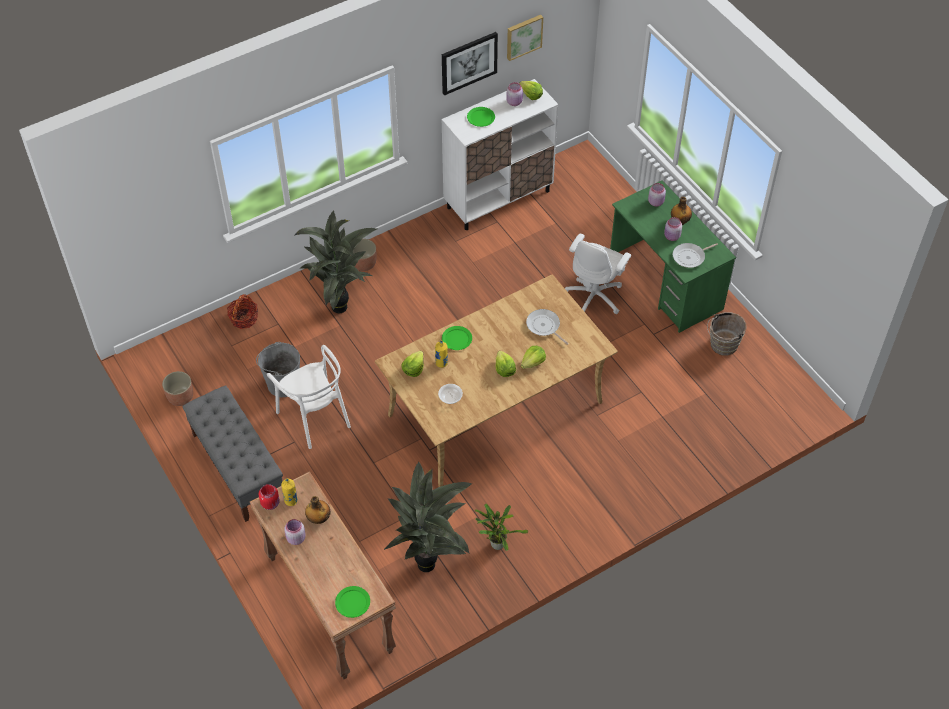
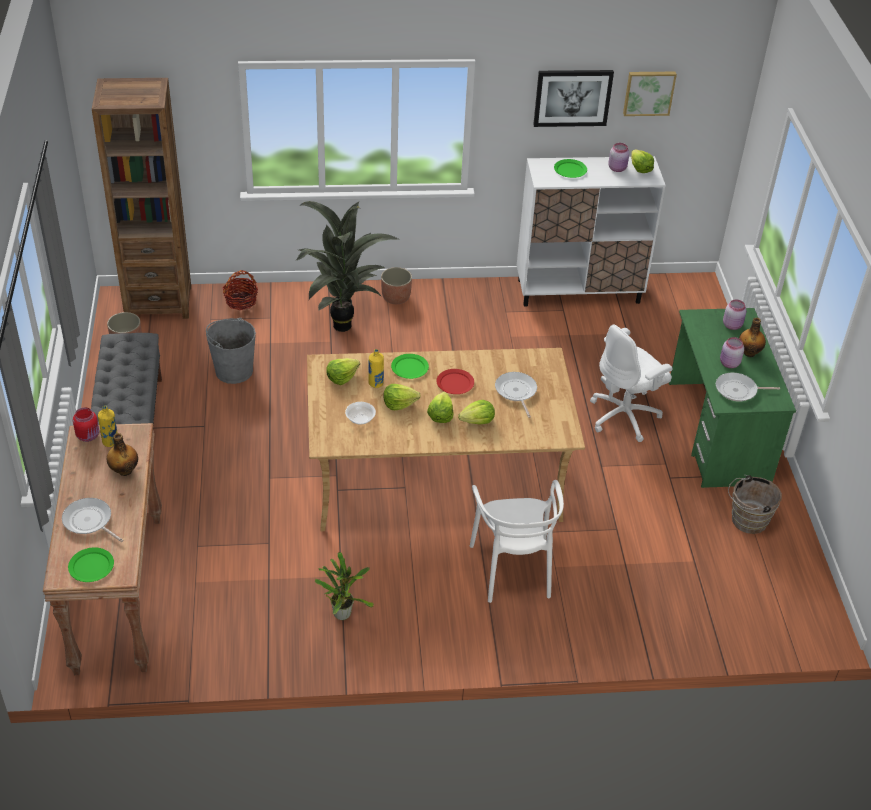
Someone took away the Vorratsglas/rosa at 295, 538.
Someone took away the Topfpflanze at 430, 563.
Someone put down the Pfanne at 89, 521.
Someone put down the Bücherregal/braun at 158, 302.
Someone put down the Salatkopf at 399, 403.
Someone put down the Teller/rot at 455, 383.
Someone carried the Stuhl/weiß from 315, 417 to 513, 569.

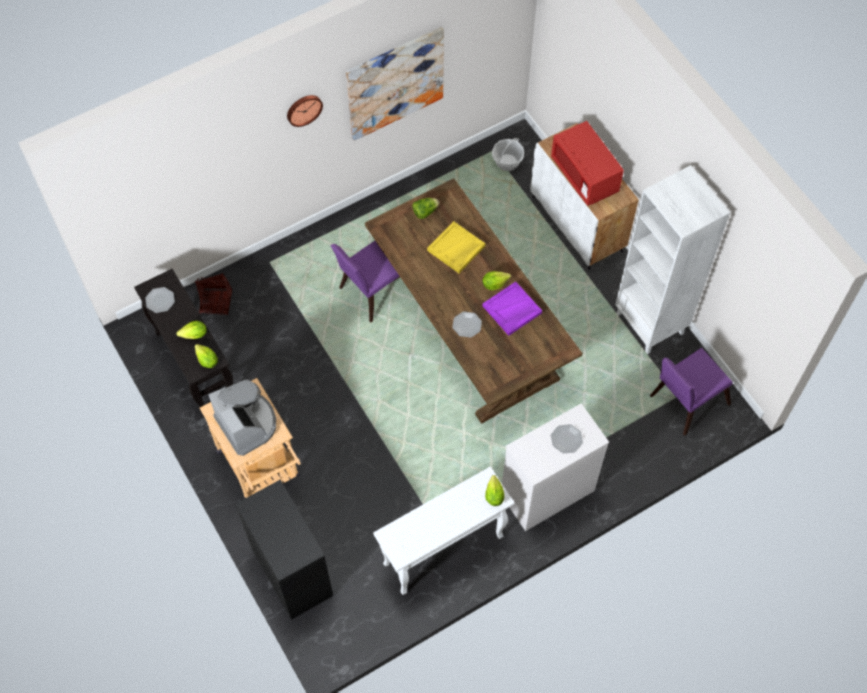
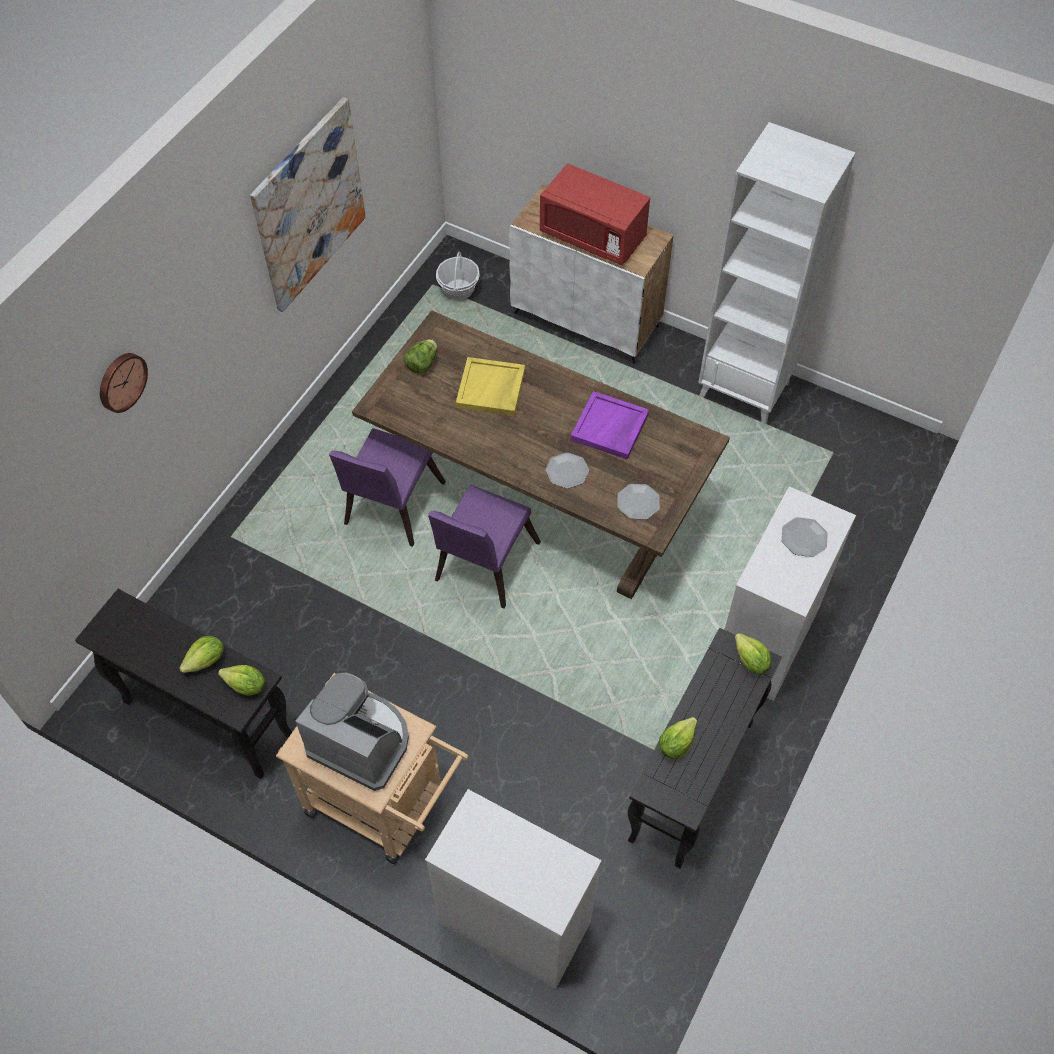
Someone took away the Korb at 215, 301.
Someone carried the Teller from 160, 300 to 638, 502.
Someone carried the Wanduhr from 303, 109 to 121, 381.
Someone carried the Salatkopf from 494, 284 to 676, 744.
Someone carried the Stuhl/lila from 685, 402 to 483, 566.
Someone repainted the Kommode/schwarz at 291, 571, which became the Kommode/weiß at 513, 922.
Someone repainted the Konsolentisch/weiß at 442, 551, which became the Konsolentisch/schwarz at 691, 782.

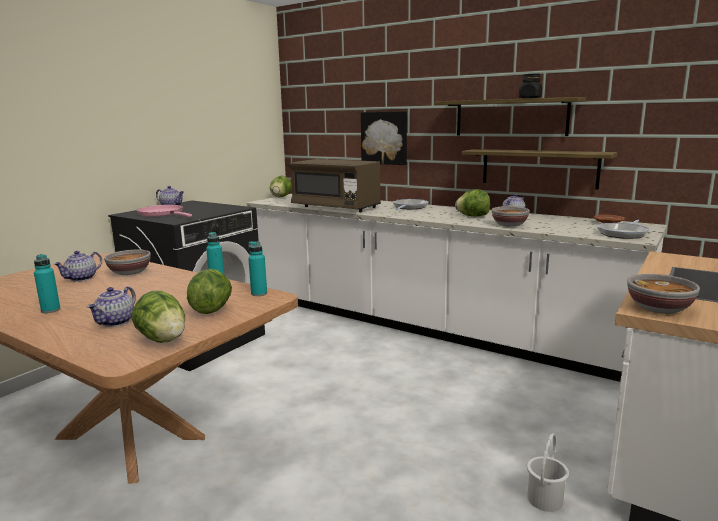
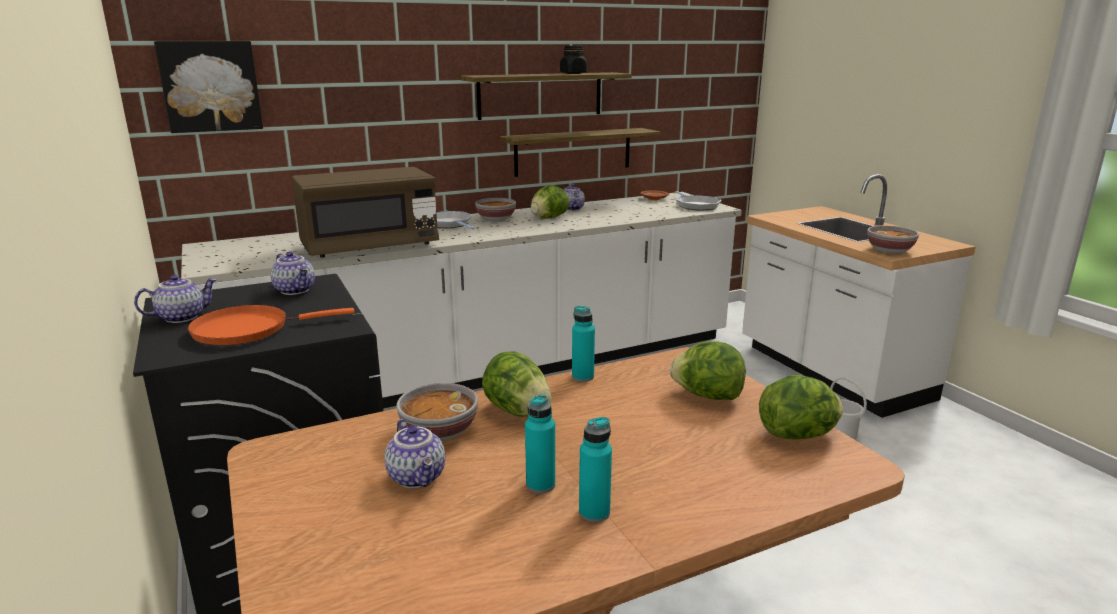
Someone carried the Teekanne from 116, 322 to 296, 290.
Someone carried the Flasche/türkis from 259, 293 to 540, 485.
Someone carried the Salatkopf from 281, 197 to 517, 411.
Someone carried the Bild from 384, 138 to 210, 86.
Someone carried the Schüssel from 509, 225 to 495, 219.
Someone repainted the Pfanne/rosa at 163, 214, which became the Pfanne/orange at 248, 329.

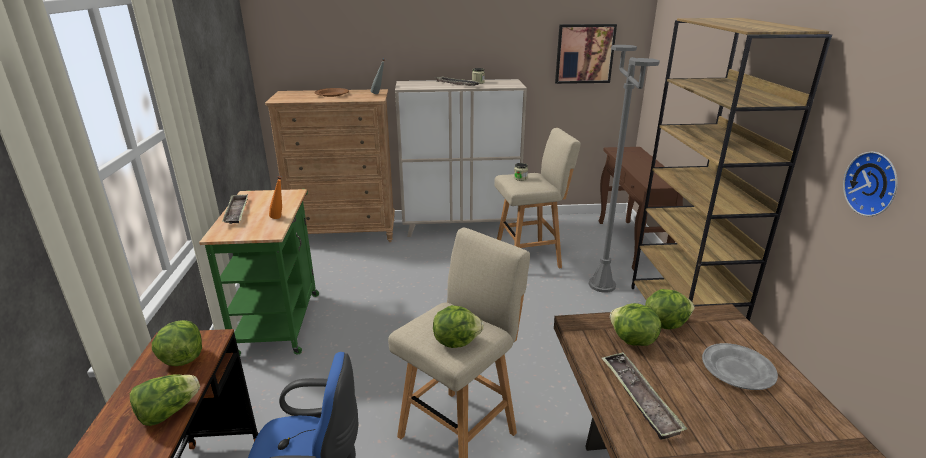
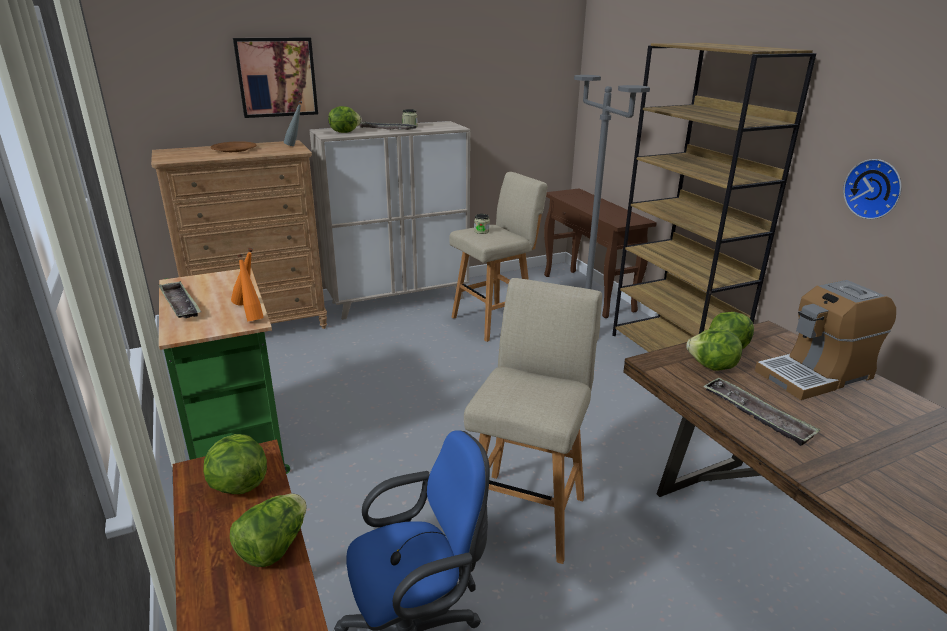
Someone put down the Flasche/orange at 253, 318.
Someone carried the Salatkopf from 456, 341 to 344, 132.
Someone carried the Bild from 584, 54 to 277, 77.
Someone swapped the Teller/grau at 738, 370 for the Kaffeemaschine at 815, 374.

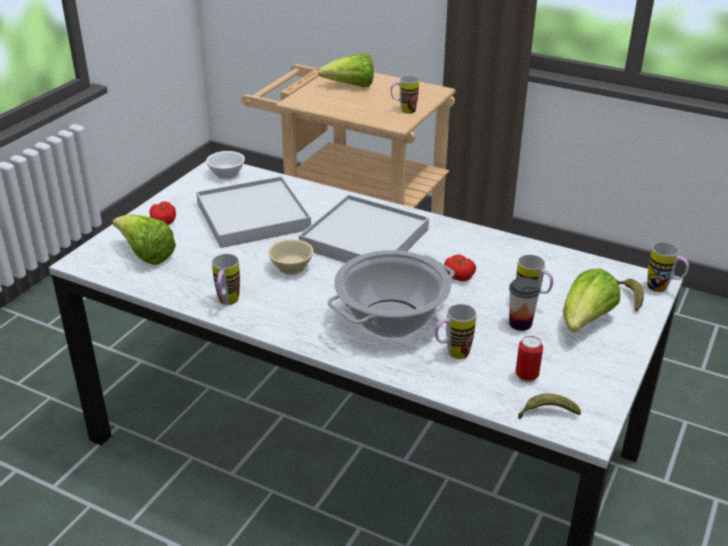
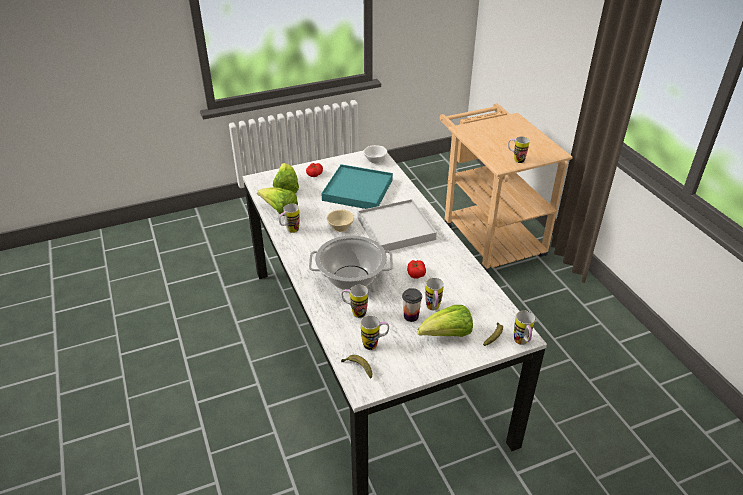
Someone carried the Salatkopf from 351, 86 to 279, 211.
Someone swapped the Dose at 526, 376 for the Henkelbecher at 374, 344.
Someone repainted the Tablett/weiß at 252, 216, which became the Tablett/türkis at 357, 190.

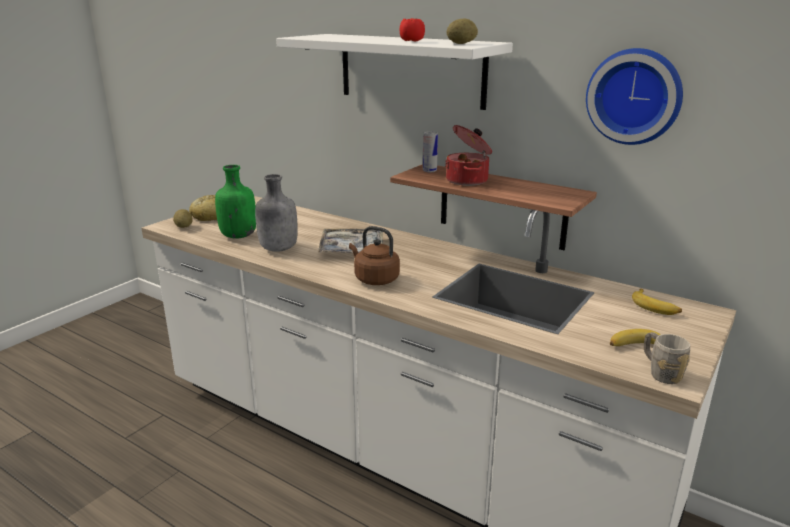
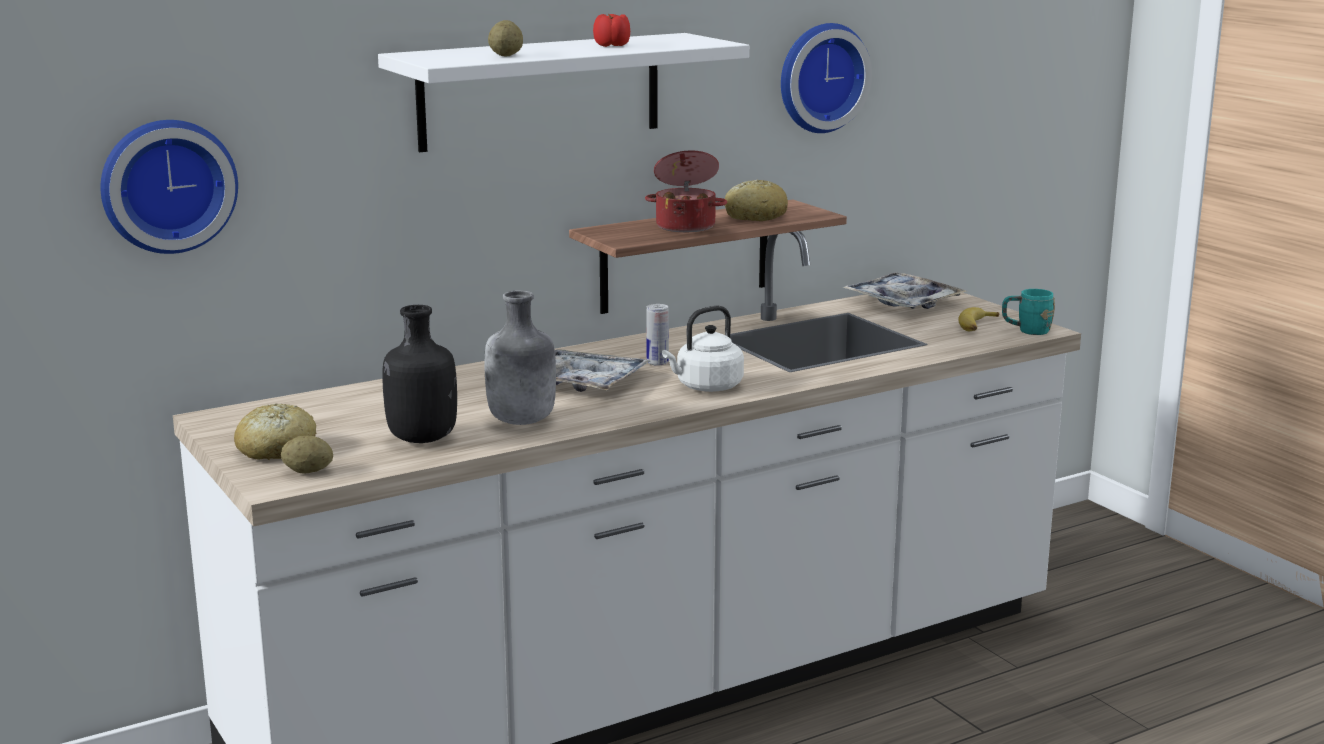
Someone put up the Wanduhr at 167, 185.
Someone put down the Brot at 755, 216.
Someone carried the Dose from 429, 171 to 657, 363.
Someone carried the Kartoffel from 461, 43 to 506, 55.
Someone swapped the Banane at 655, 307 for the Tablett at 903, 302.
Someone repainted the Flasche/grün at 238, 236, which became the Flasche/schwarz at 421, 439.
Someone repainted the Wasserkessel/braun at 374, 279, which became the Wasserkessel/weiß at 706, 387.
Someone repainted the Henkelbecher/grau at 660, 372, which became the Henkelbecher/türkis at 1026, 331.

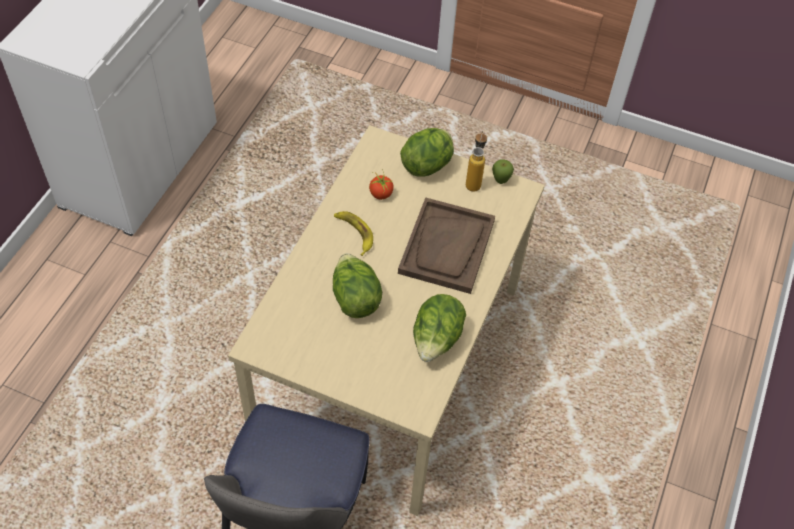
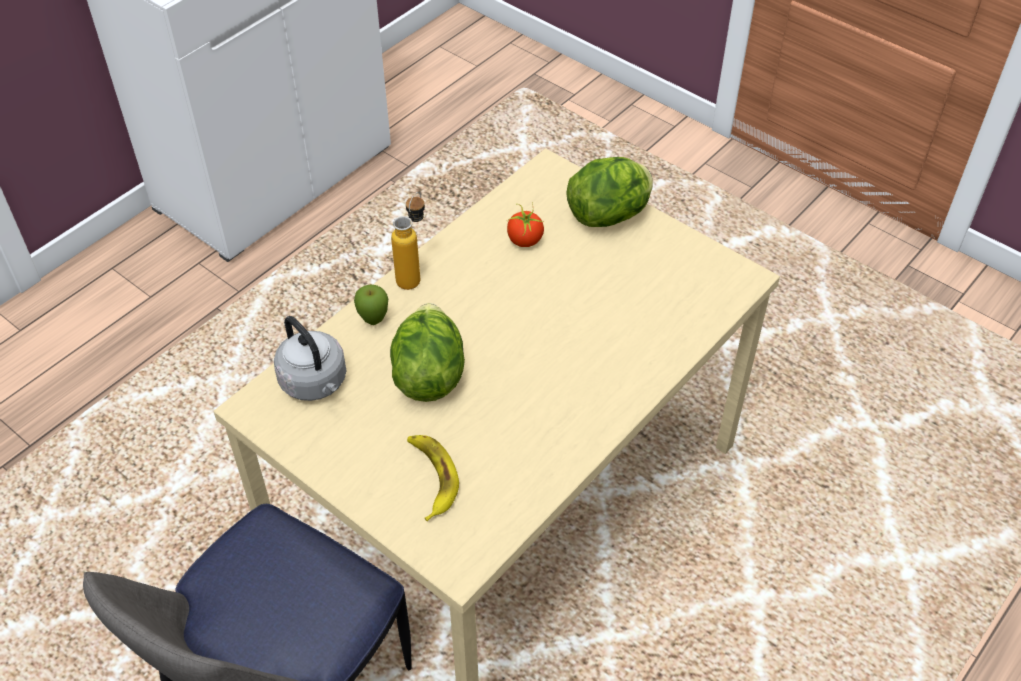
Someone took away the Tablett/braun at 447, 247.
Someone took away the Salatkopf at 436, 340.
Someone put down the Wasserkessel/grau at 315, 383.
Someone carried the Banane from 354, 233 to 431, 477.
Someone carried the Flasche from 474, 181 to 413, 275.
Someone carried the Apfel from 500, 181 to 373, 320.

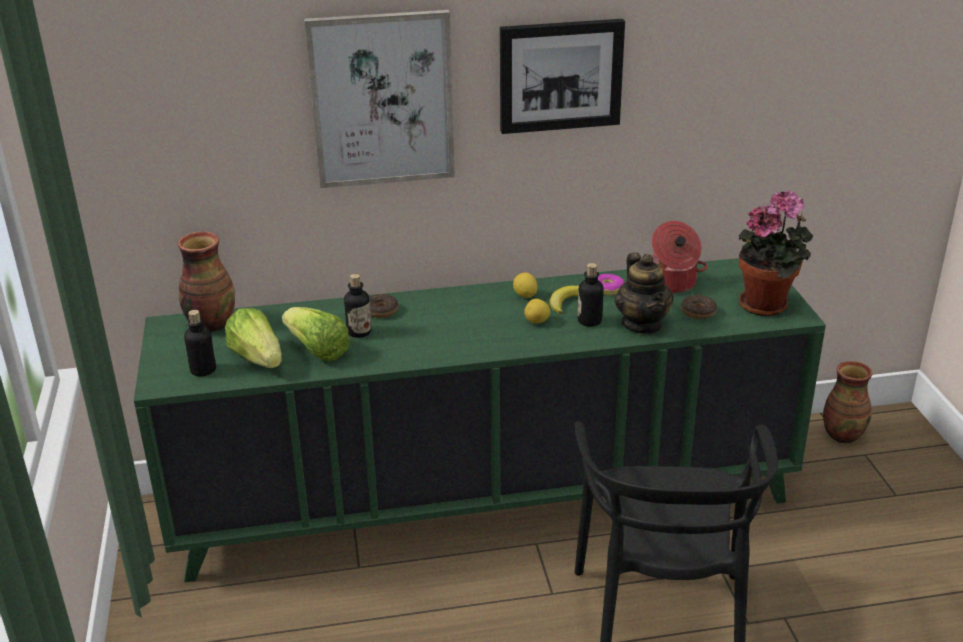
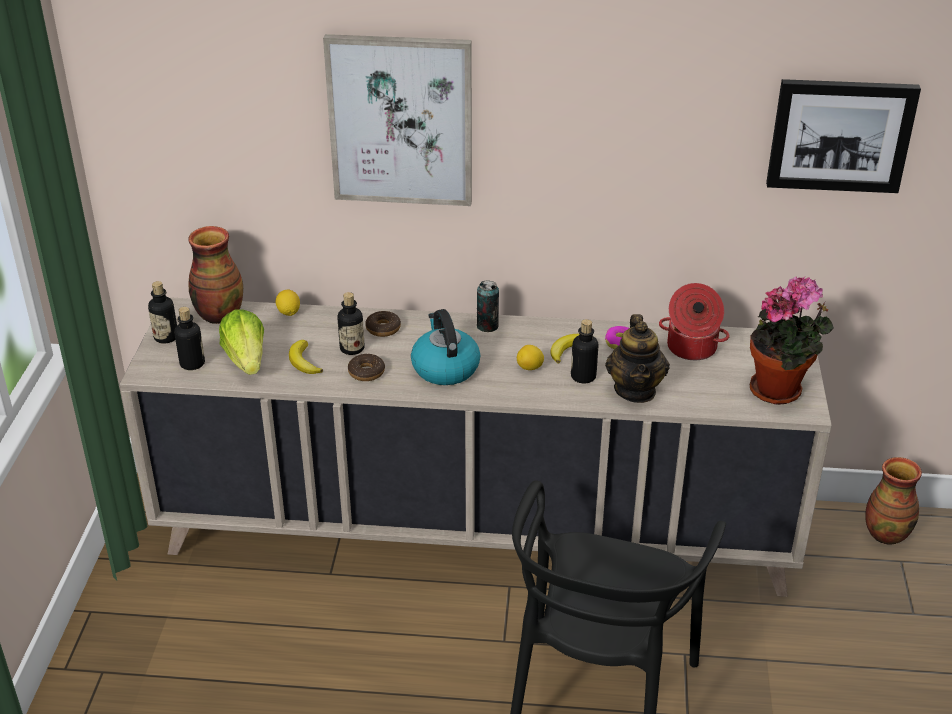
Someone put down the Flasche at 166, 337.
Someone put down the Wasserkessel at 444, 368.
Someone put down the Dose at 487, 326.
Someone carried the Bild from 560, 75 to 840, 135.
Someone carried the Zitrone from 525, 295 to 288, 312.
Someone carried the Donut from 698, 312 to 366, 372.
Someone swapped the Salatkopf at 317, 350 for the Banane at 303, 361.
Someone repainted the Schrank/grün at 484, 502, which became the Schrank/beige at 476, 532.

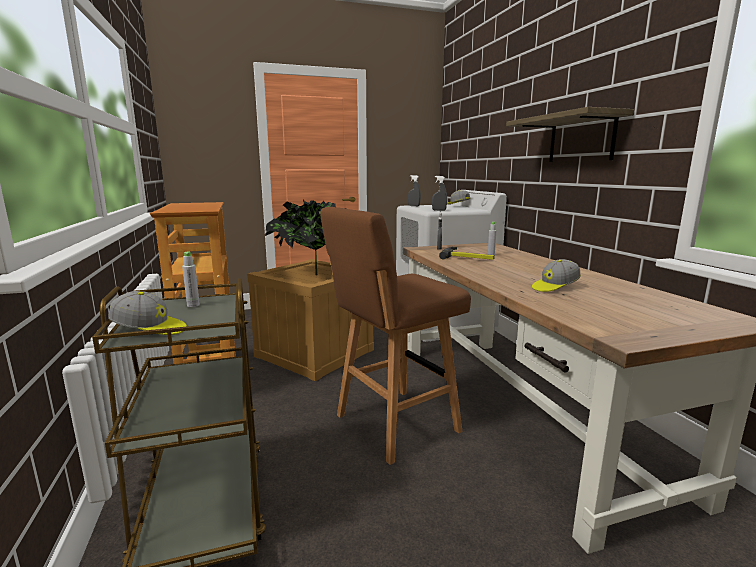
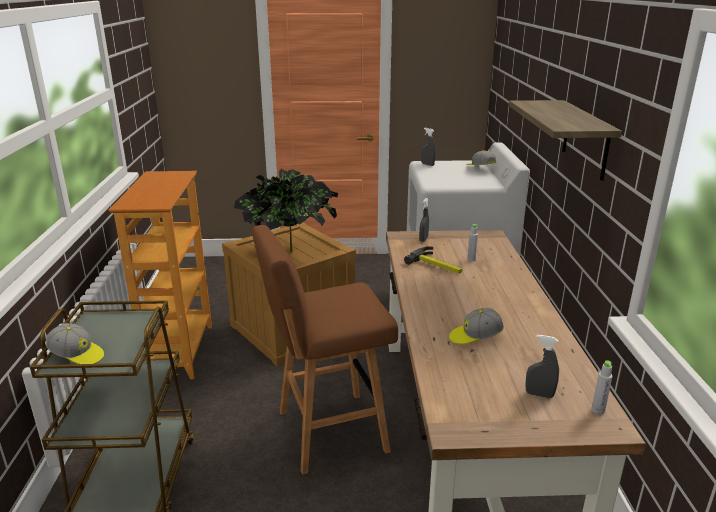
Someone carried the Flasche/grau from 193, 305 to 598, 410.
Someone carried the Sprühflasche/grau from 439, 210 to 539, 394.

